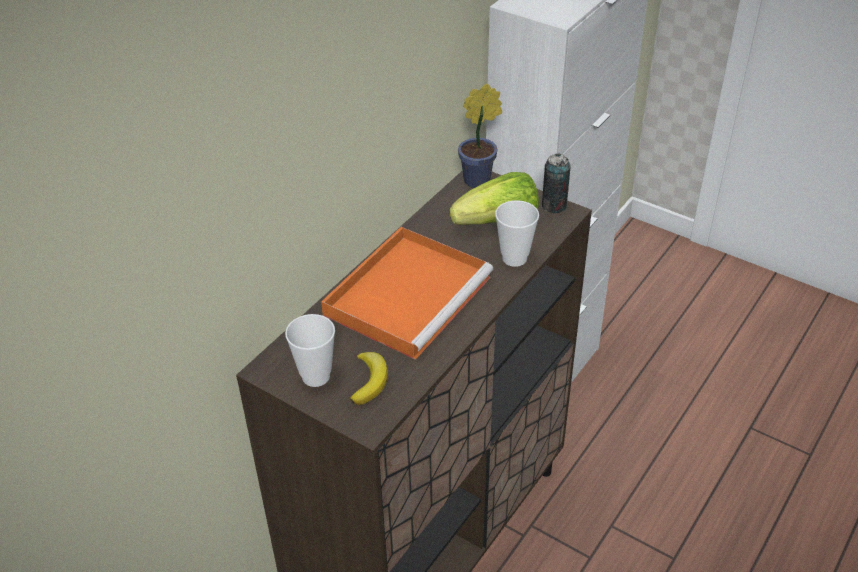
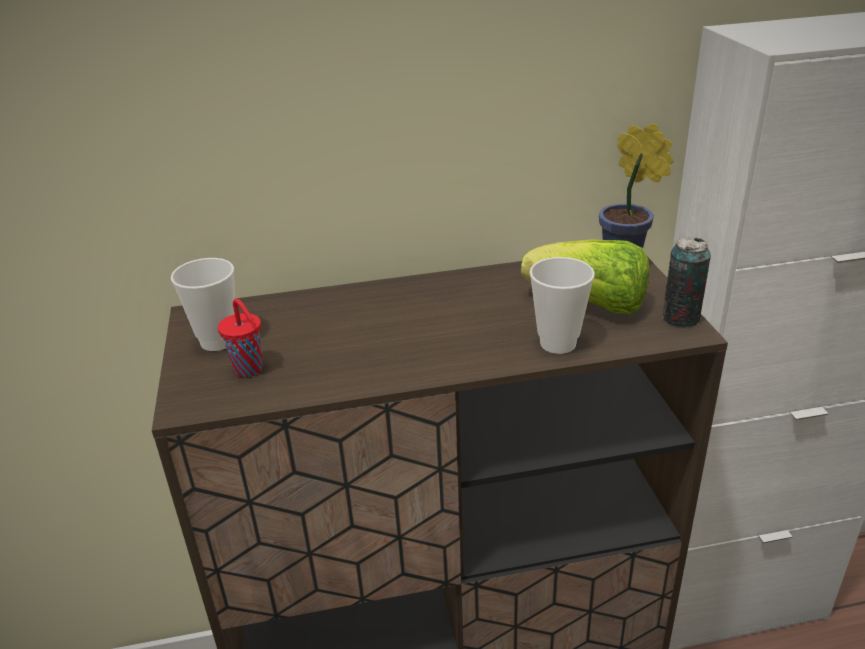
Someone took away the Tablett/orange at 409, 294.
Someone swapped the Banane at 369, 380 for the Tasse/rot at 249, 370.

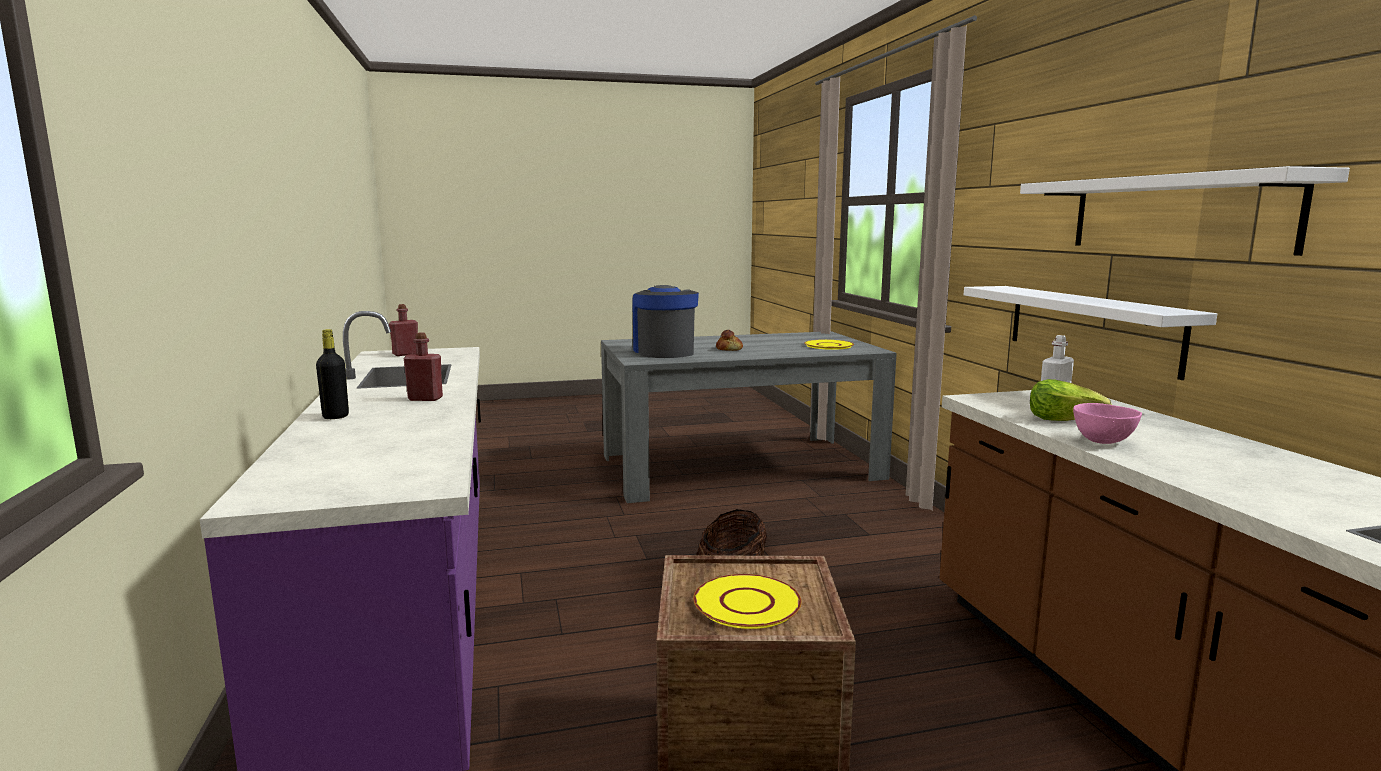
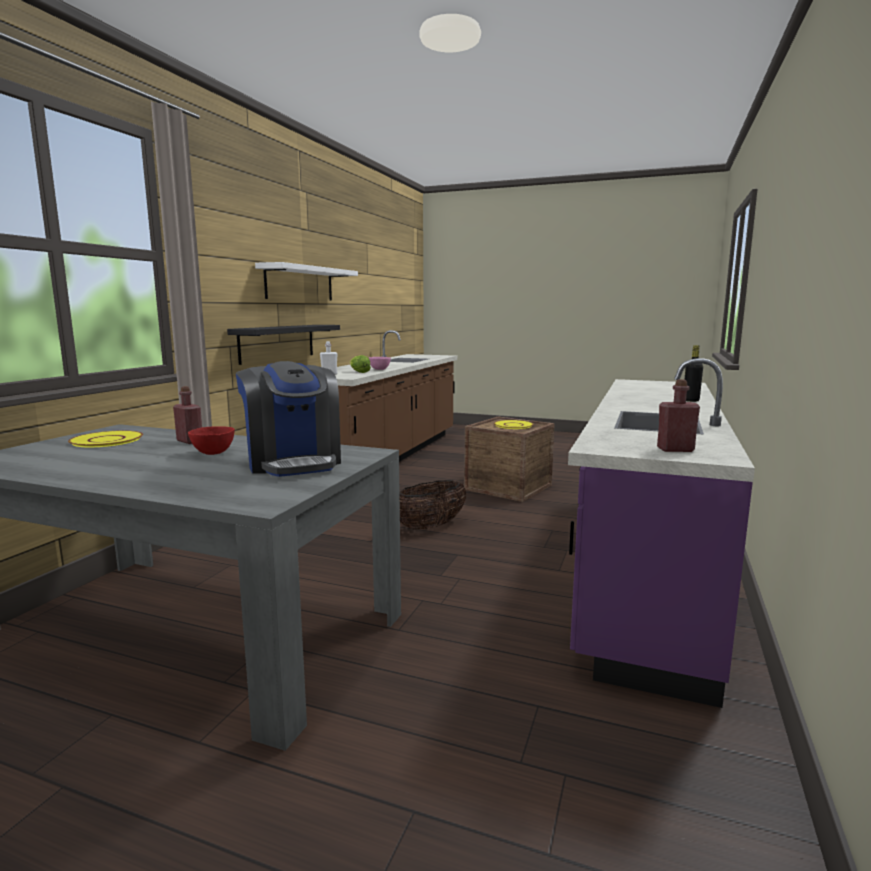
Someone carried the Flasche/rot from 425, 399 to 190, 441.
Someone swapped the Brot at 729, 349 for the Schüssel/rot at 212, 453.
Someone repainted the Wandregal/weiß at 1090, 327, which became the Wandregal/schwarz at 277, 343.
Someone rotated the Kaffeemaschine at 664, 351 by 45 degrees counterclockwise.

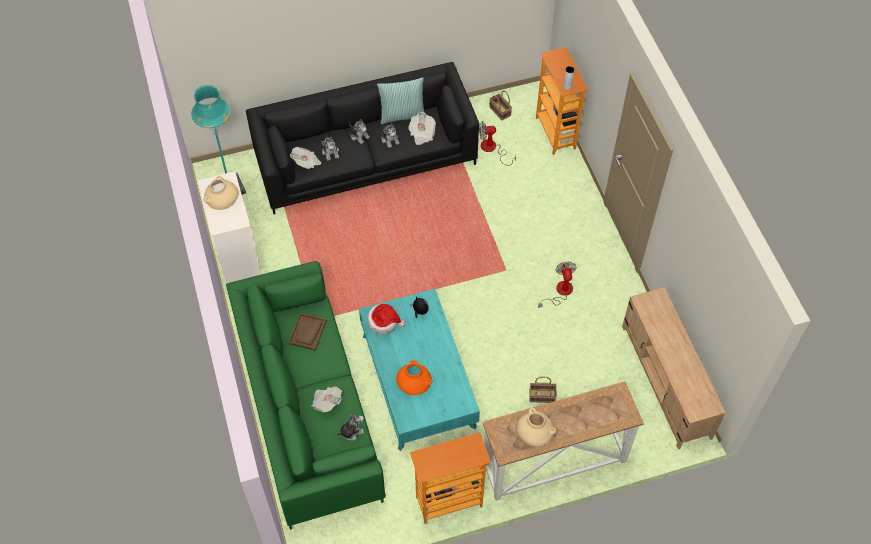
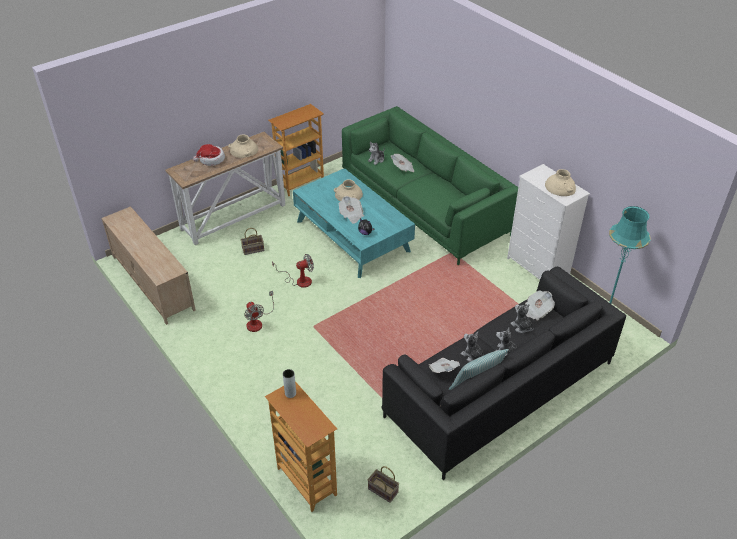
Someone took away the Tablett/braun at 307, 332.
Someone put down the Zeitung at 351, 215.
Someone carried the Hut from 384, 321 to 211, 159.
Someone carried the Ventilator from 492, 149 to 299, 280.
Someone repainted the Vase/orange at 414, 379, which became the Vase/beige at 348, 195.

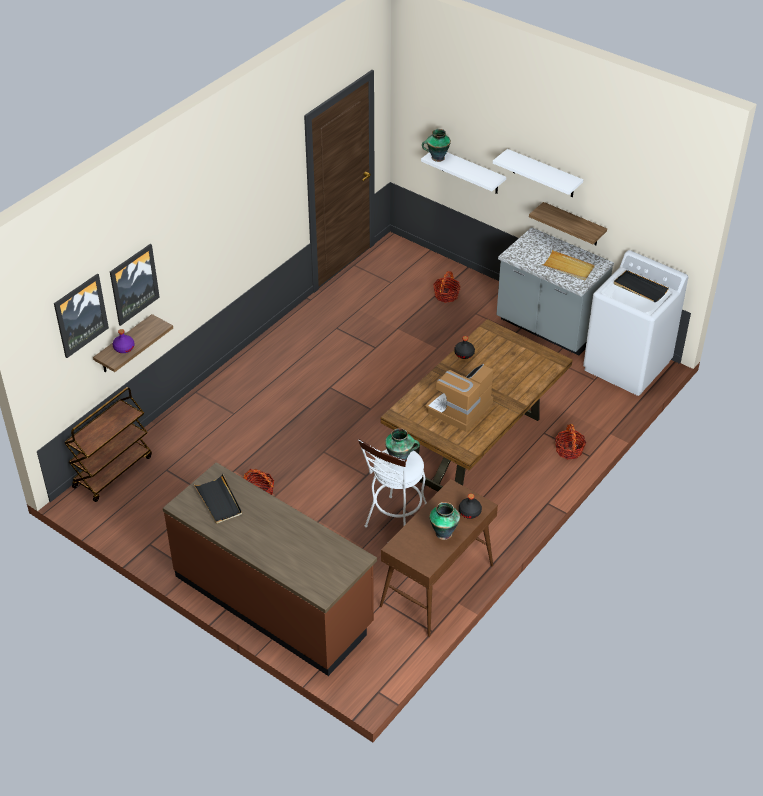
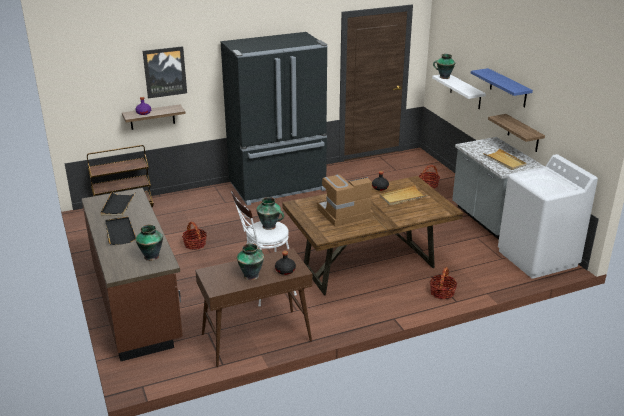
Someone took away the Bild at 80, 315.
Someone put down the Vase at 151, 256.
Someone put down the Kühlschrank/schwarz at 278, 187.
Someone put down the Tablett/beige at 402, 197.
Someone carried the Tablett/schwarz from 640, 288 to 120, 232.
Someone repainted the Wandregal/weiß at 543, 174, which became the Wandregal/blau at 508, 88.

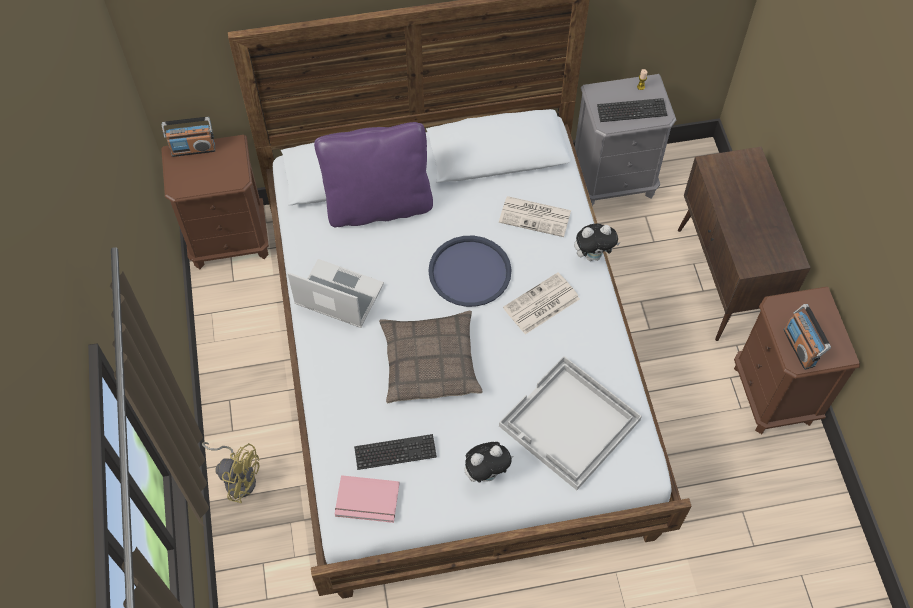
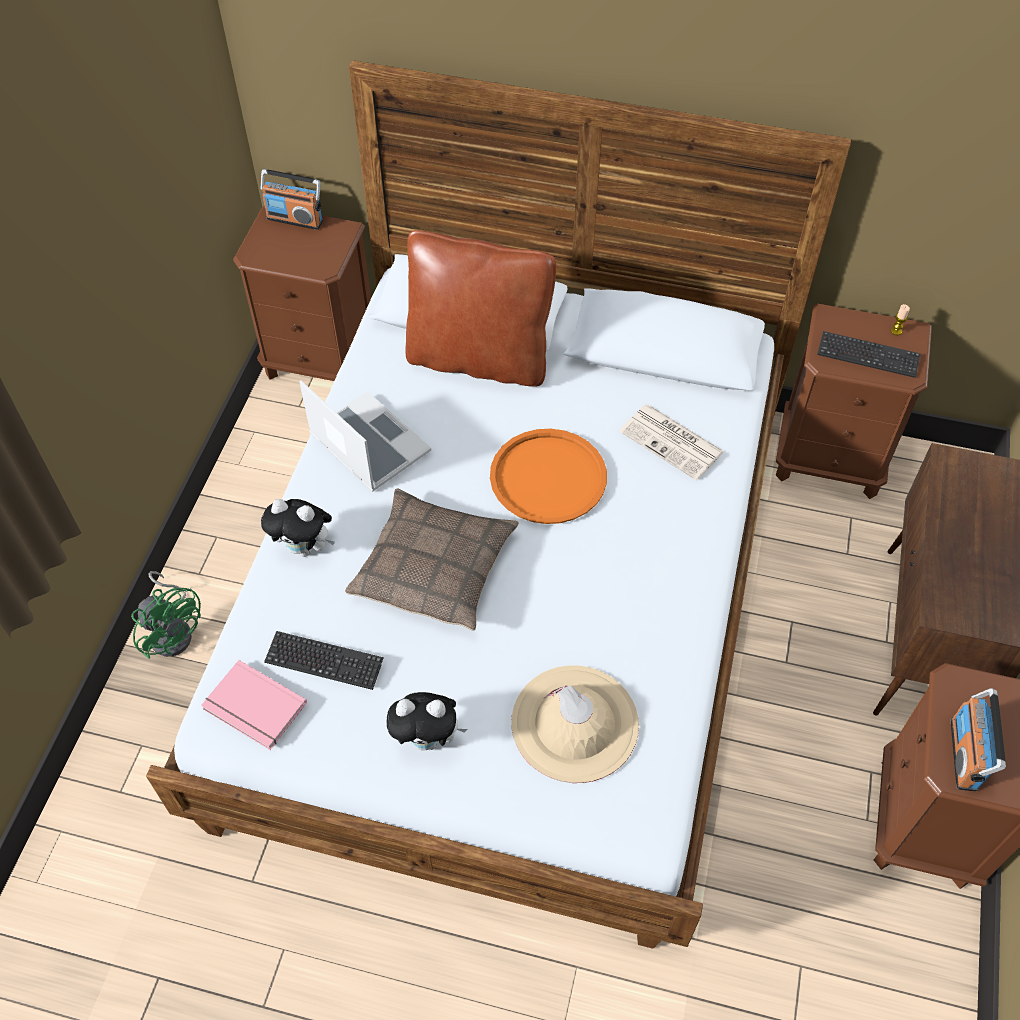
Someone took away the Zeitung at 541, 304.
Someone carried the Plüschtier from 593, 255 to 305, 548.
Someone swapped the Tablett/weiß at 569, 424 for the Hut/beige at 574, 723.
Someone repainted the Ventilator/gelb at 238, 477, which became the Ventilator/grün at 173, 630.
Someone repainted the Kissen/lila at 378, 205, which became the Kissen/braun at 479, 358.
Someone repainted the Tablett/blau at 470, 272, which became the Tablett/orange at 548, 477.
Someone repainted the Nachttisch/grau at 614, 181, which became the Nachttisch/braun at 829, 459.

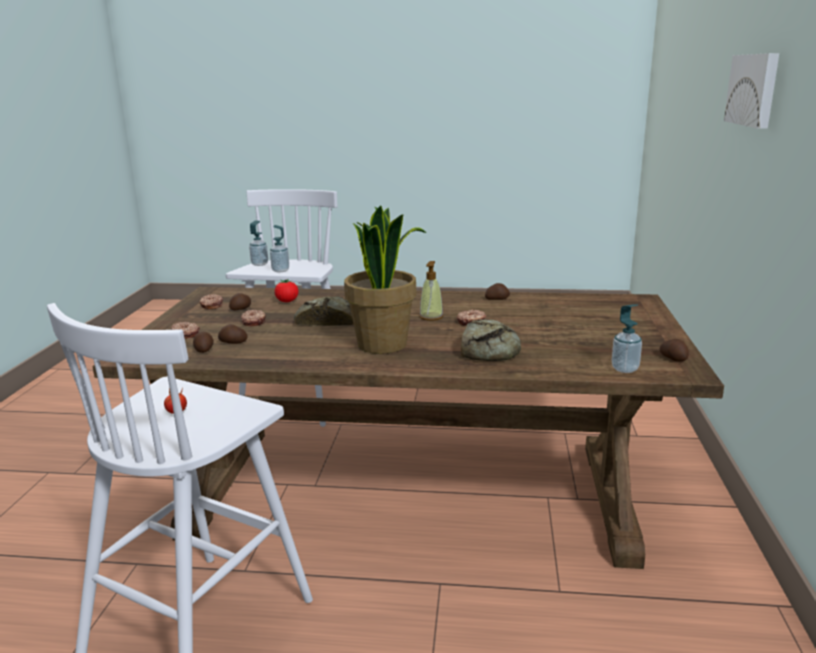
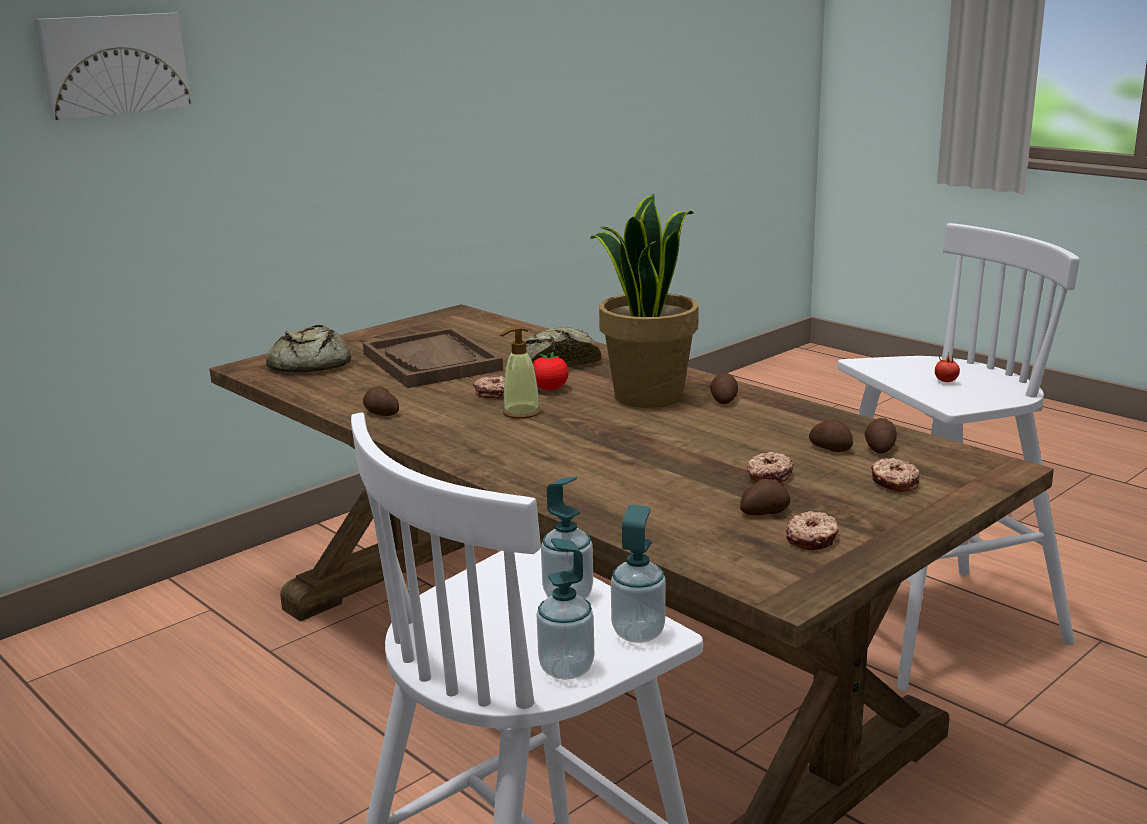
Someone put down the Tablett/braun at 432, 362.
Someone carried the Tomate from 287, 301 to 550, 388.
Someone carried the Brot from 326, 321 to 308, 364.
Someone carried the Seifenspender from 624, 369 to 638, 633.
Someone carried the Kartoffel from 673, 358 to 723, 400.

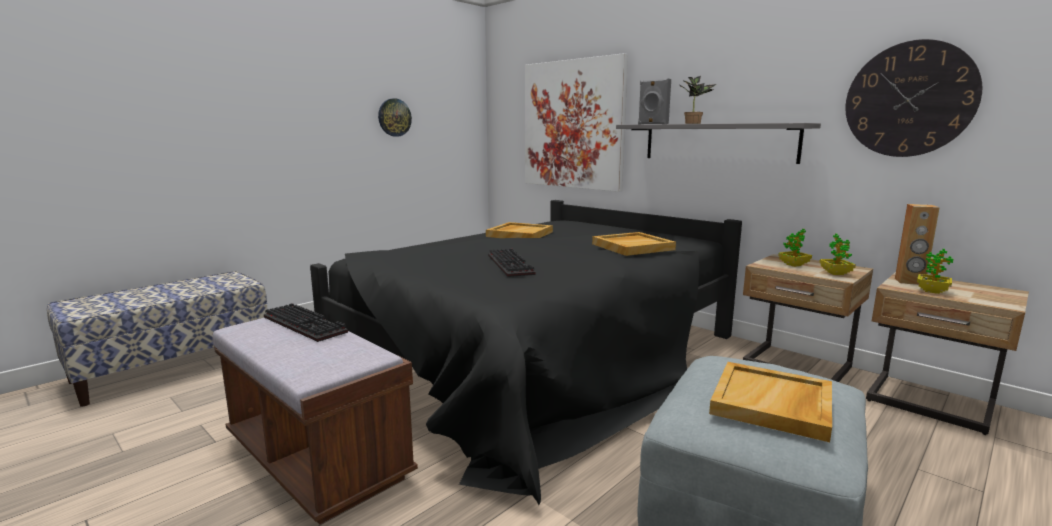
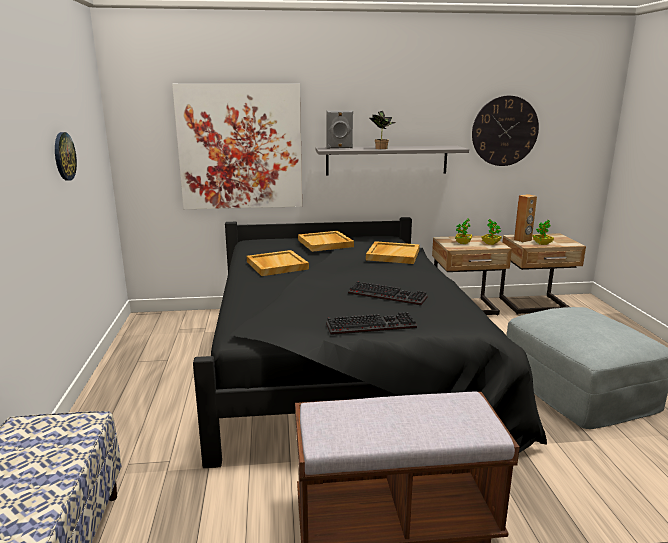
Someone carried the Tastatur from 307, 324 to 372, 325.
Someone carried the Tablett/beige from 772, 404 to 326, 243.

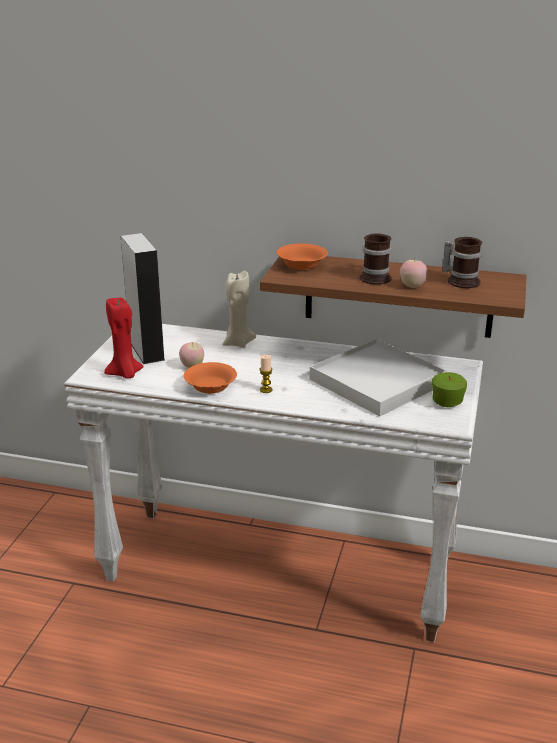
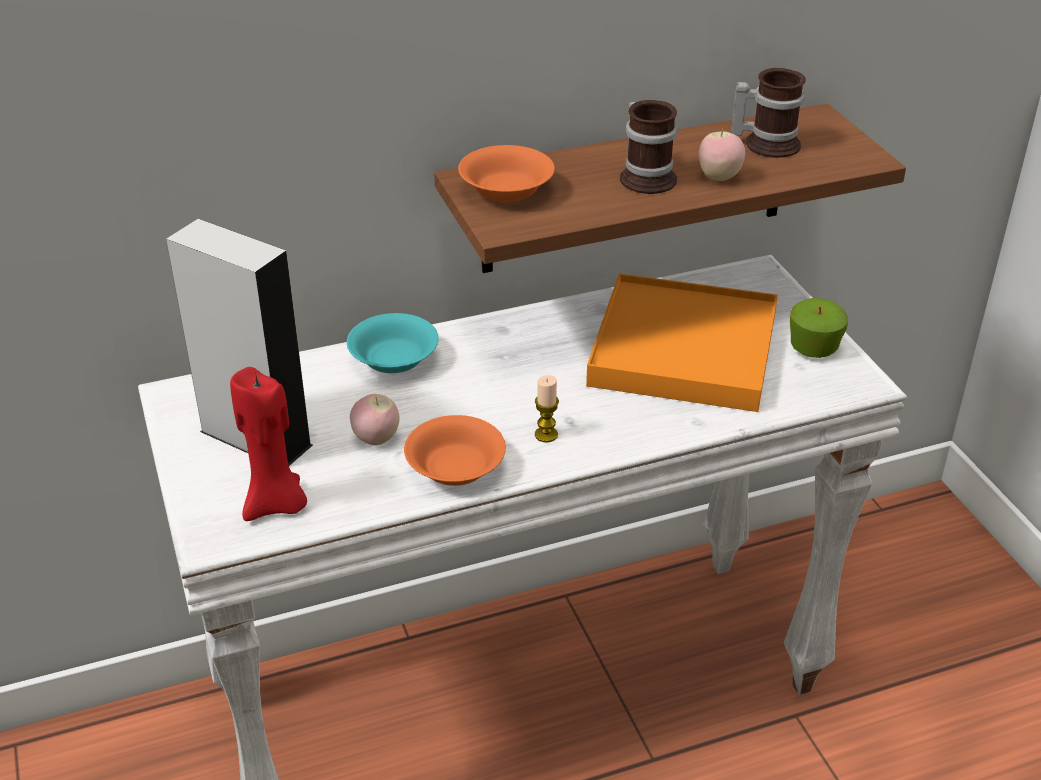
Someone swapped the Kerze/beige at 238, 343 for the Schüssel/türkis at 395, 359.
Someone repainted the Tablett/weiß at 377, 381, which became the Tablett/orange at 683, 349.

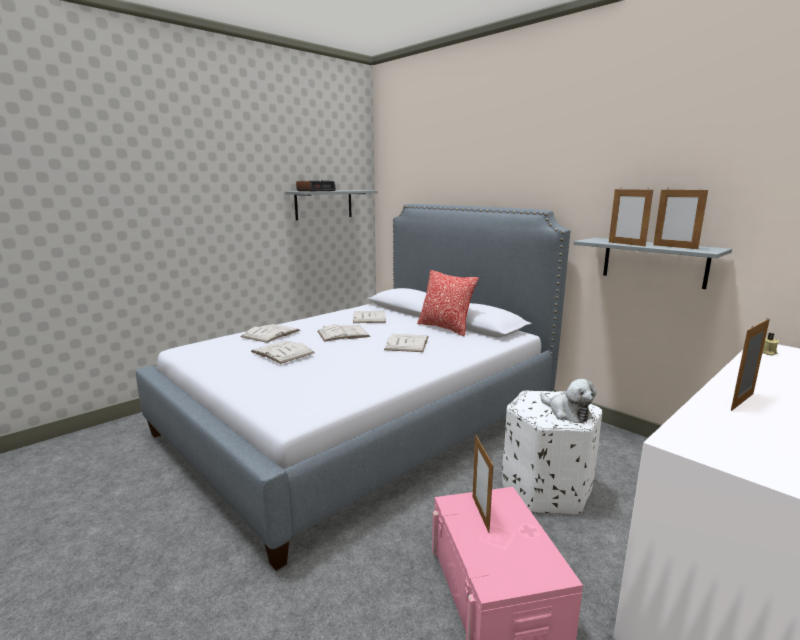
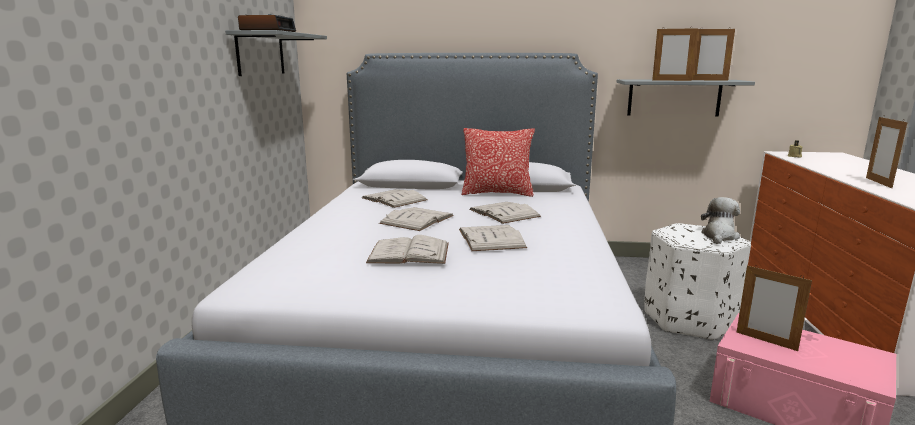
Someone carried the Buch/weiß from 271, 333 to 491, 238.
Someone rotated the Plüschtier at 567, 413 by 75 degrees counterclockwise.

